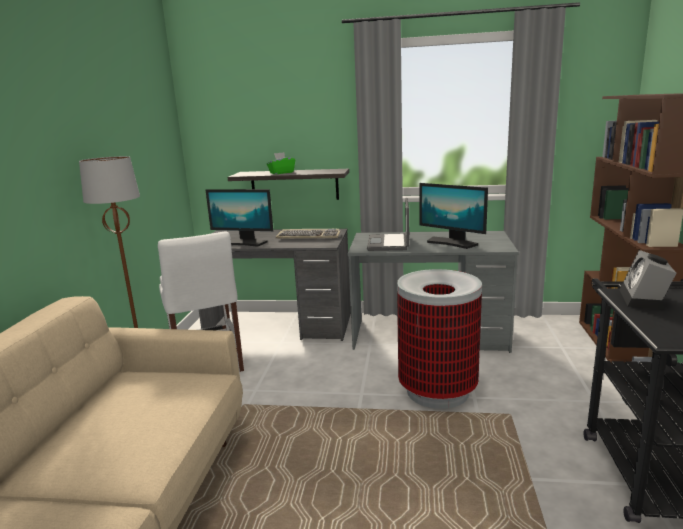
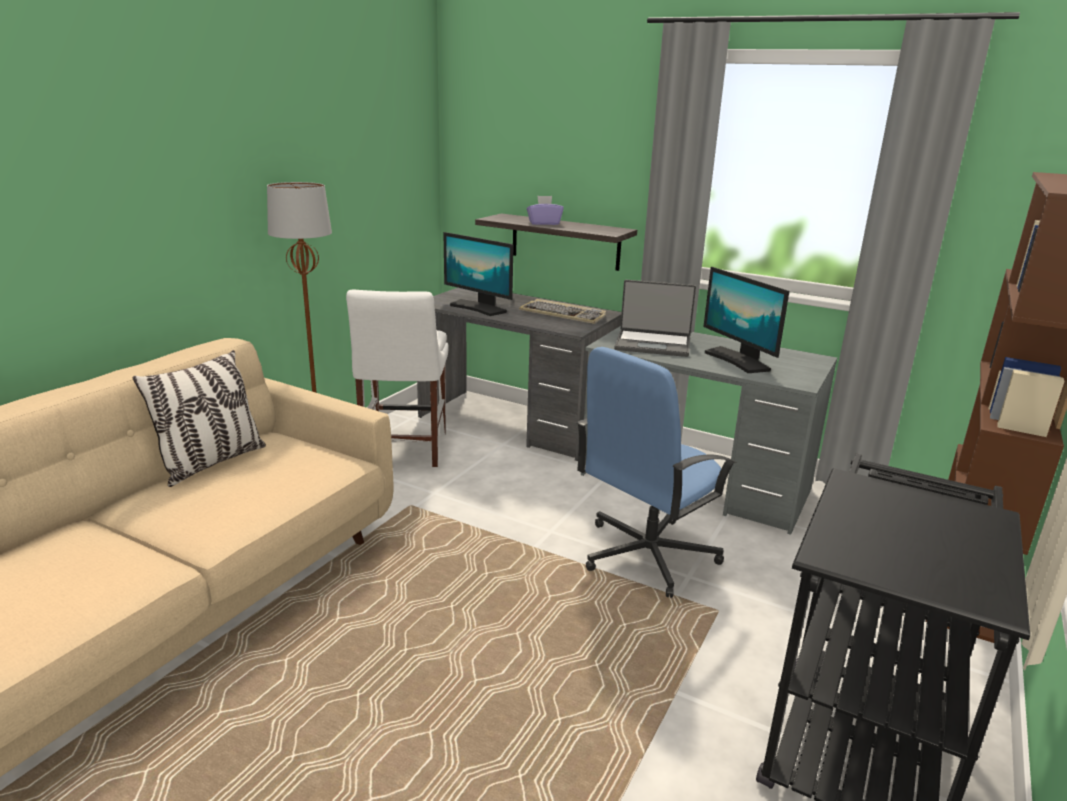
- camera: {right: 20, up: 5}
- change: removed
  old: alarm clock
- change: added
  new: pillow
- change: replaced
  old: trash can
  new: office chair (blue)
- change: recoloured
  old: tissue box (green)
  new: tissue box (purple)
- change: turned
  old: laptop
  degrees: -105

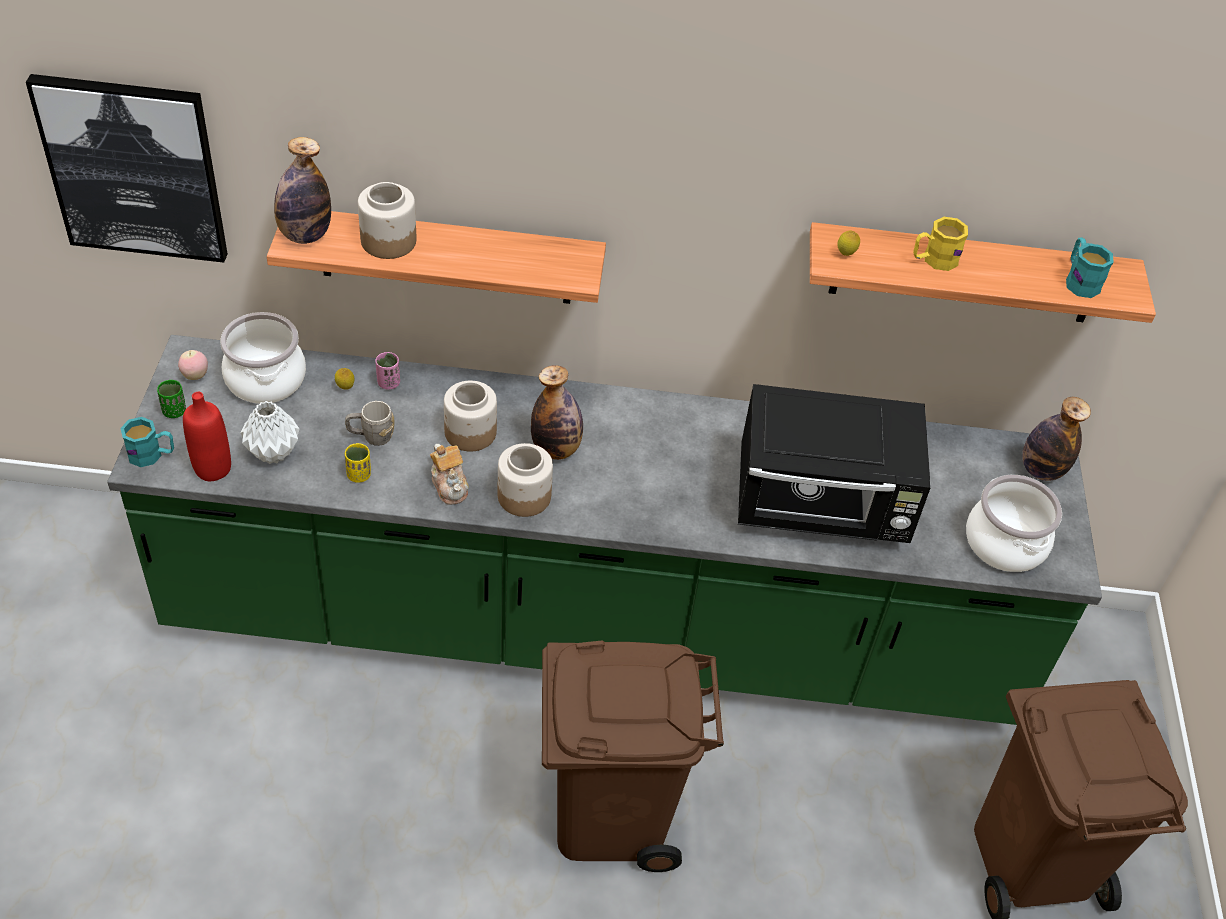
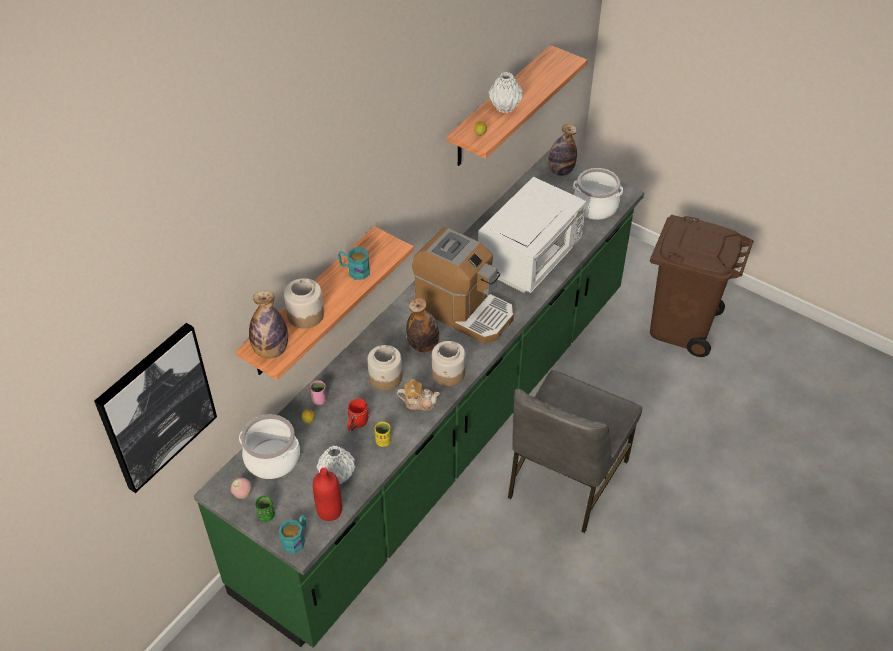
- camera: {right: -55, up: 0}
- change: added
  new: coffee machine
- change: moved
  old: mug (turquoise) (2nd from left)
- change: replaced
  old: trash can (brown) (1st from left)
  new: chair (grey)
- change: replaced
  old: mug (yellow)
  new: vase (white) (2nd from left)
- change: recoloured
  old: mug (grey)
  new: mug (red)
- change: recoloured
  old: microwave (black)
  new: microwave (white)

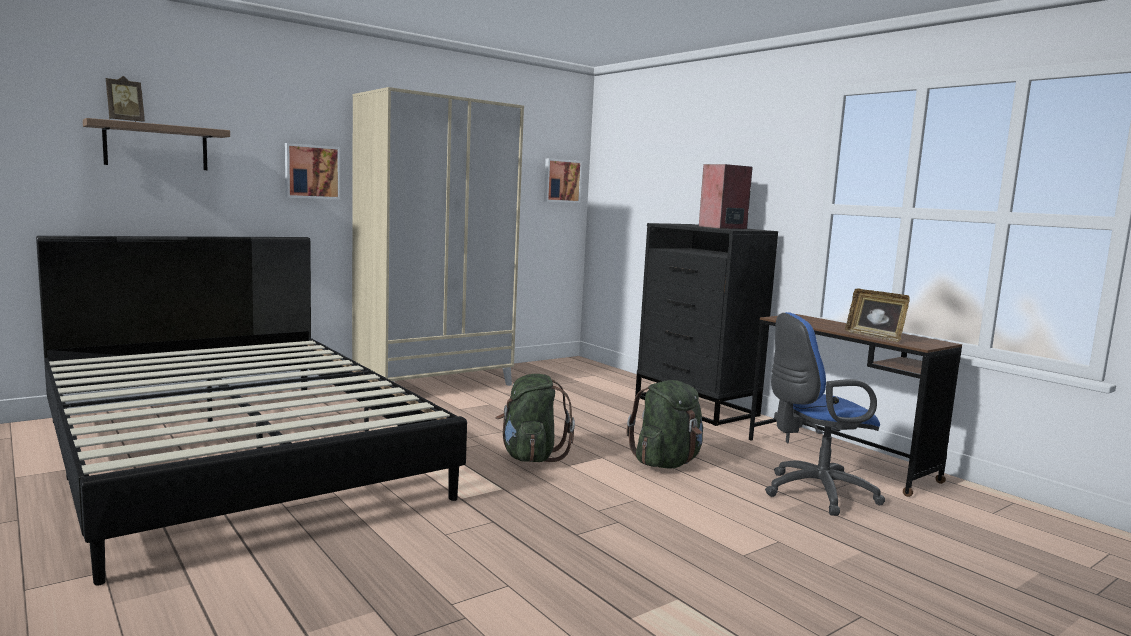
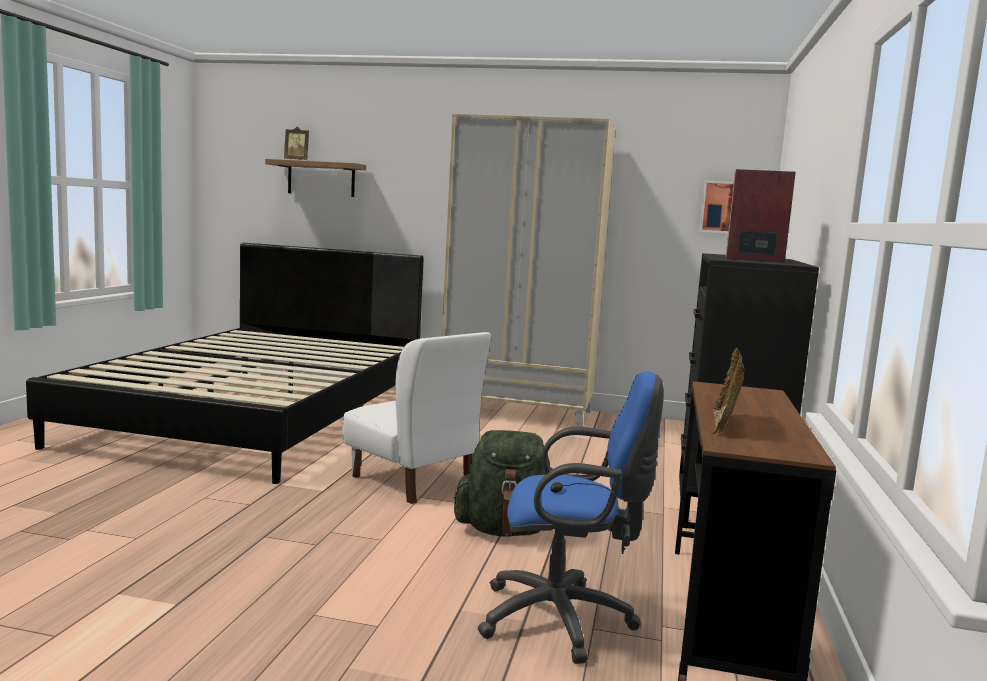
- camera: {right: 50, up: 0}
- change: removed
  old: picture (1st from left)
- change: replaced
  old: backpack (green) (1st from left)
  new: chair (white)
- change: turned
  old: office chair (blue)
  degrees: 150

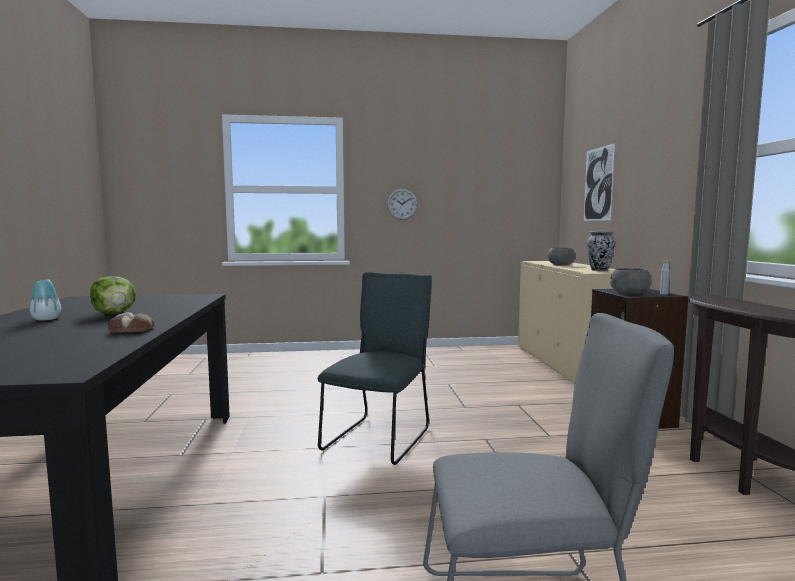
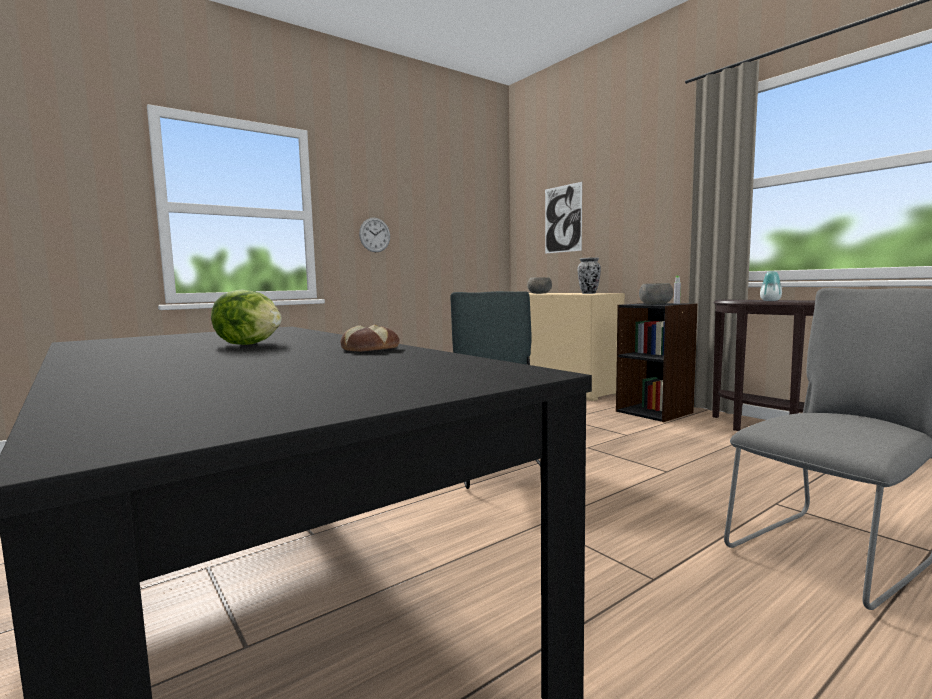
- camera: {right: -30, up: 0}
- change: moved
  old: vase (1st from left in the first image)
  new: vase (2nd from left)

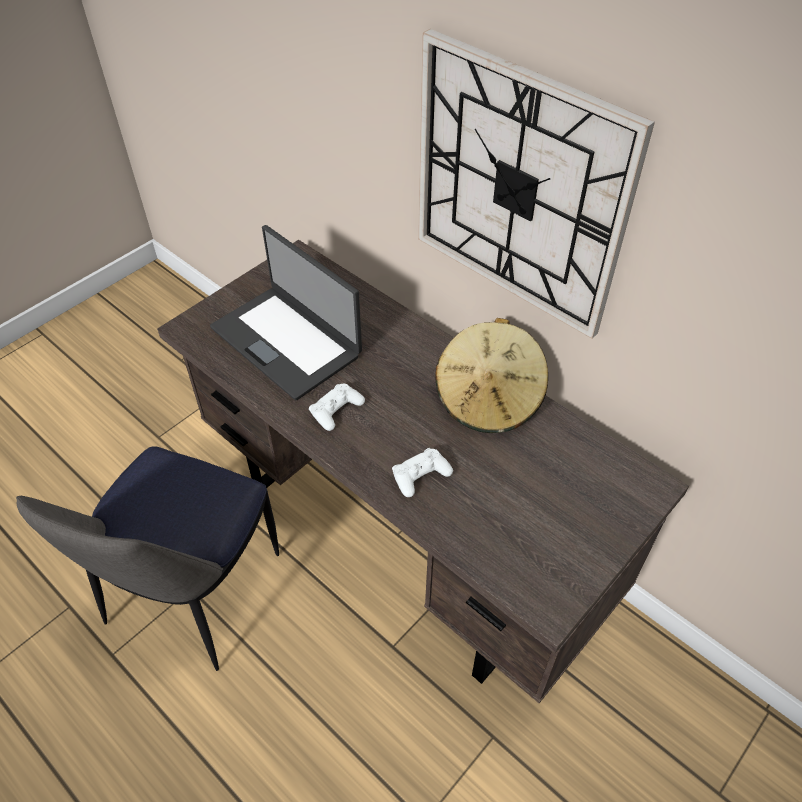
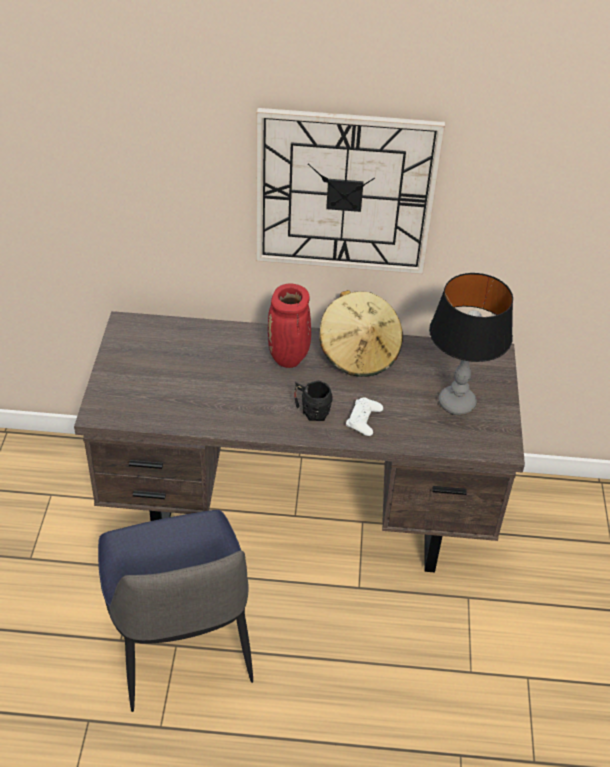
- camera: {right: -40, up: -5}
- change: removed
  old: laptop
- change: removed
  old: game controller (white) (1st from left)
- change: added
  new: vase (red)
- change: added
  new: mug (black)
- change: added
  new: table lamp

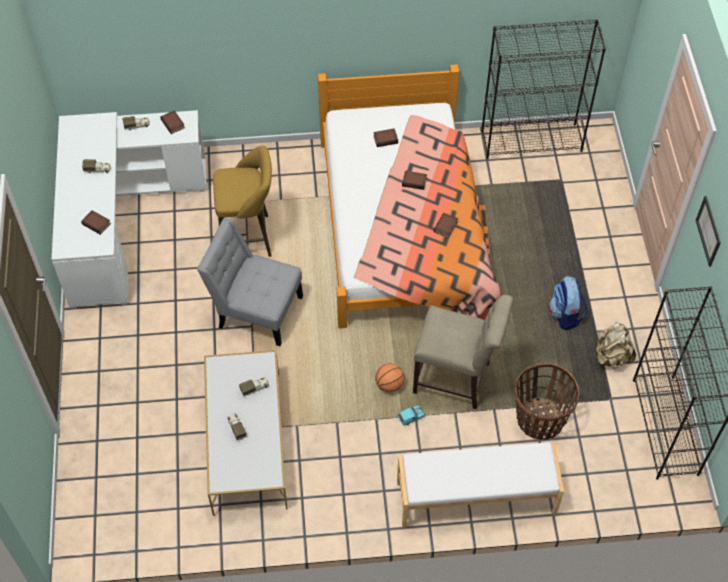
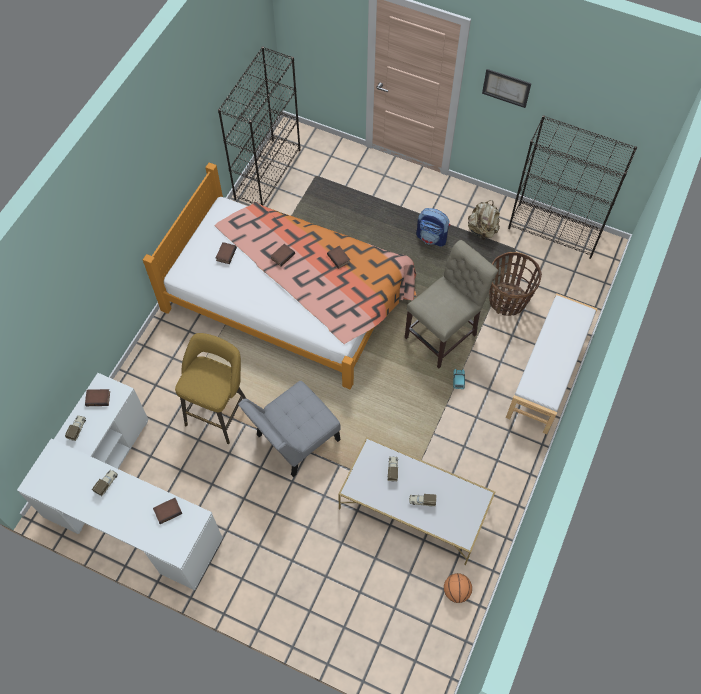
- camera: {right: -60, up: 5}
- change: moved
  old: basketball

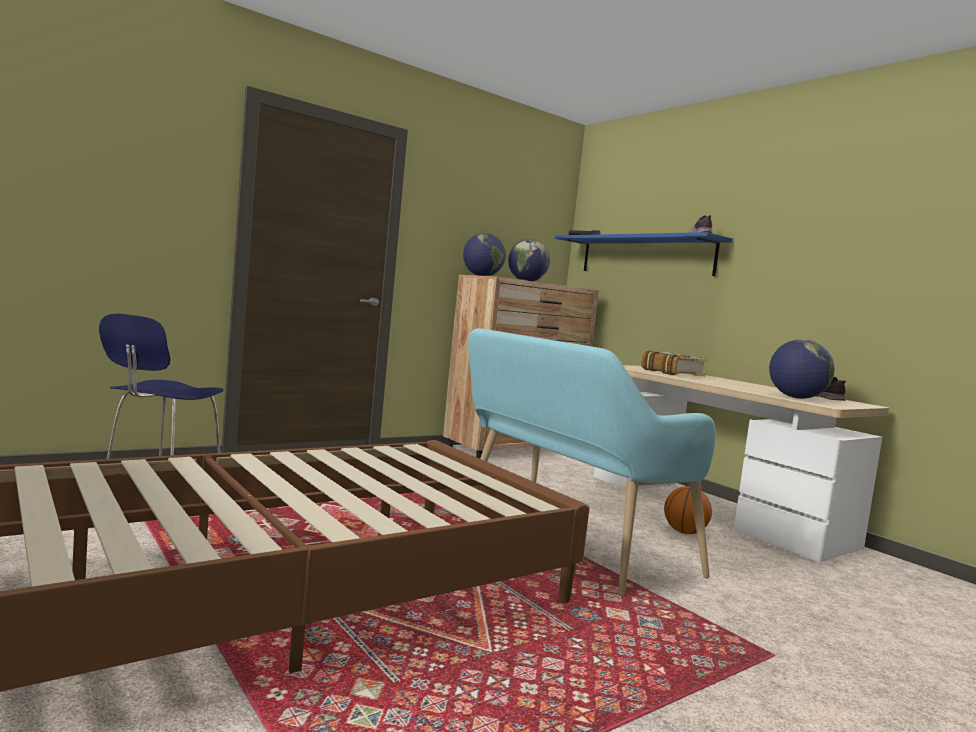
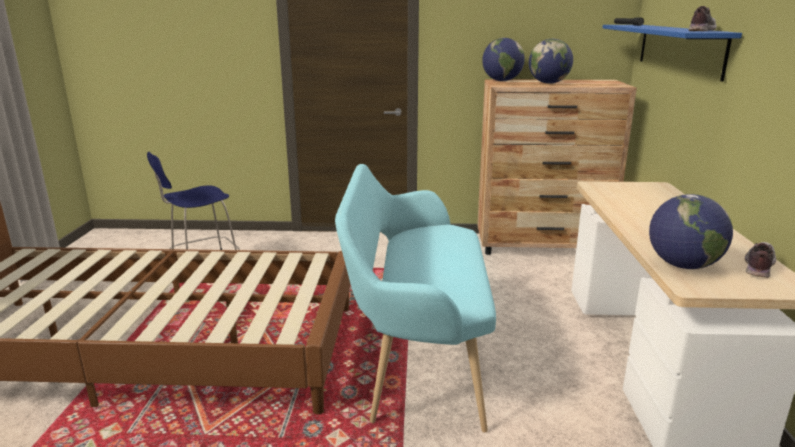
- camera: {right: 40, up: 15}
- change: removed
  old: book
- change: removed
  old: basketball

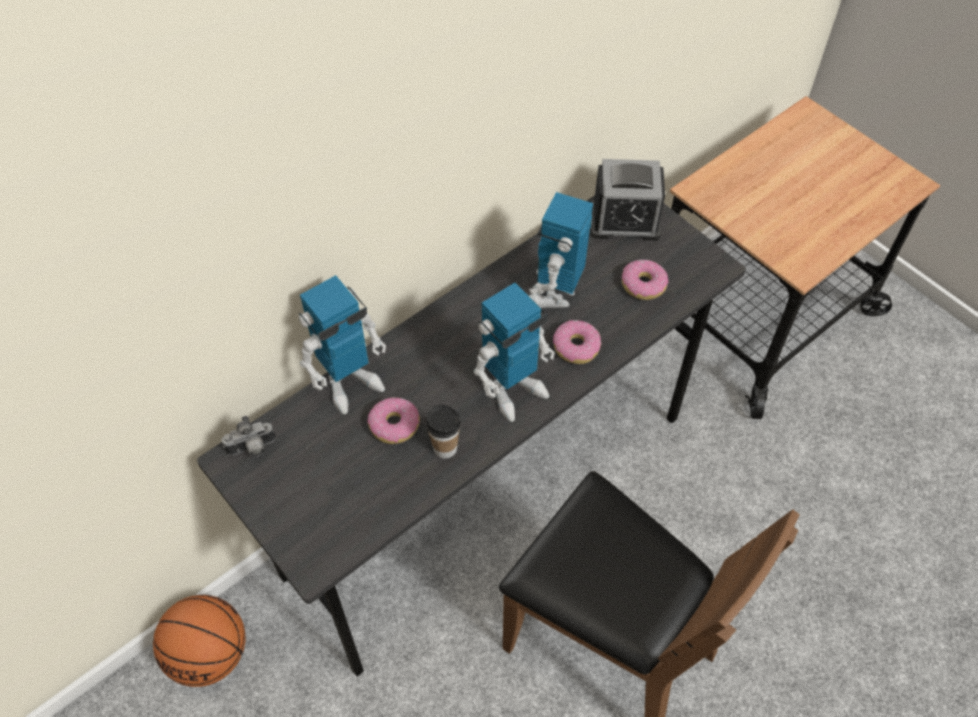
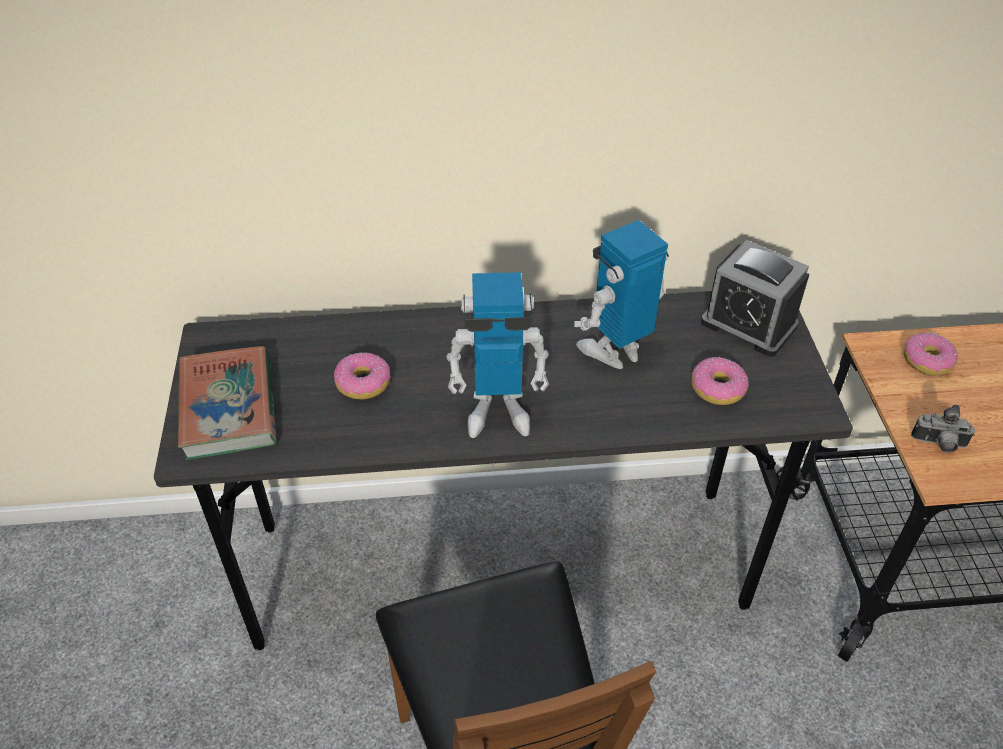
- camera: {right: 35, up: -10}
- change: removed
  old: basketball
- change: removed
  old: toy robot (1st from left)
- change: removed
  old: cup
- change: added
  new: book
- change: moved
  old: photo camera
- change: moved
  old: donut (2nd from left in the first image)
  new: donut (3rd from left)

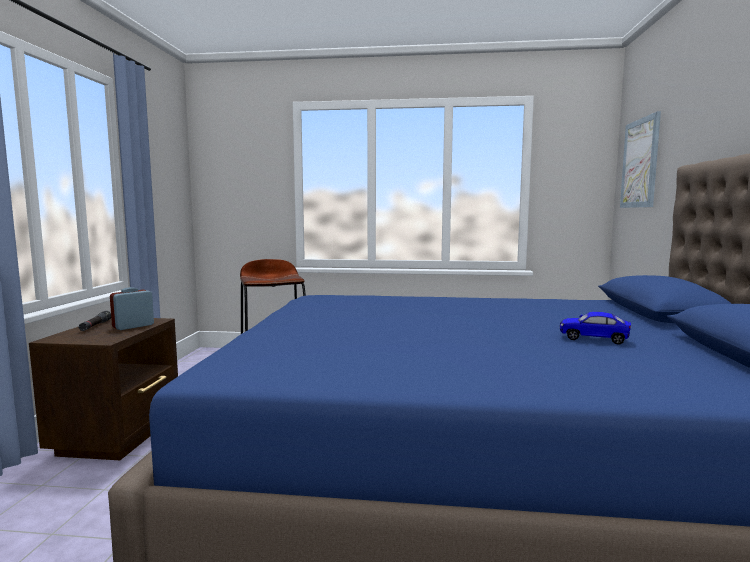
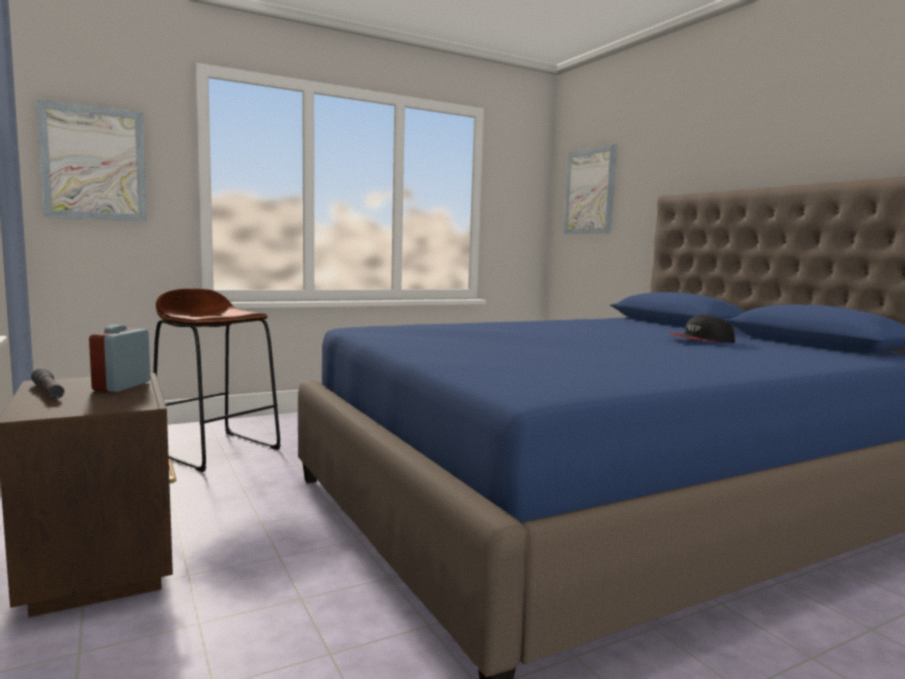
- camera: {right: -35, up: 0}
- change: added
  new: picture (1st from left)
- change: replaced
  old: toy car
  new: cap

